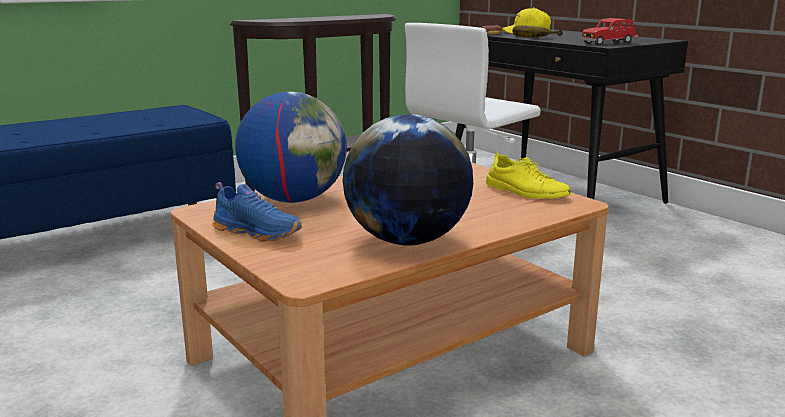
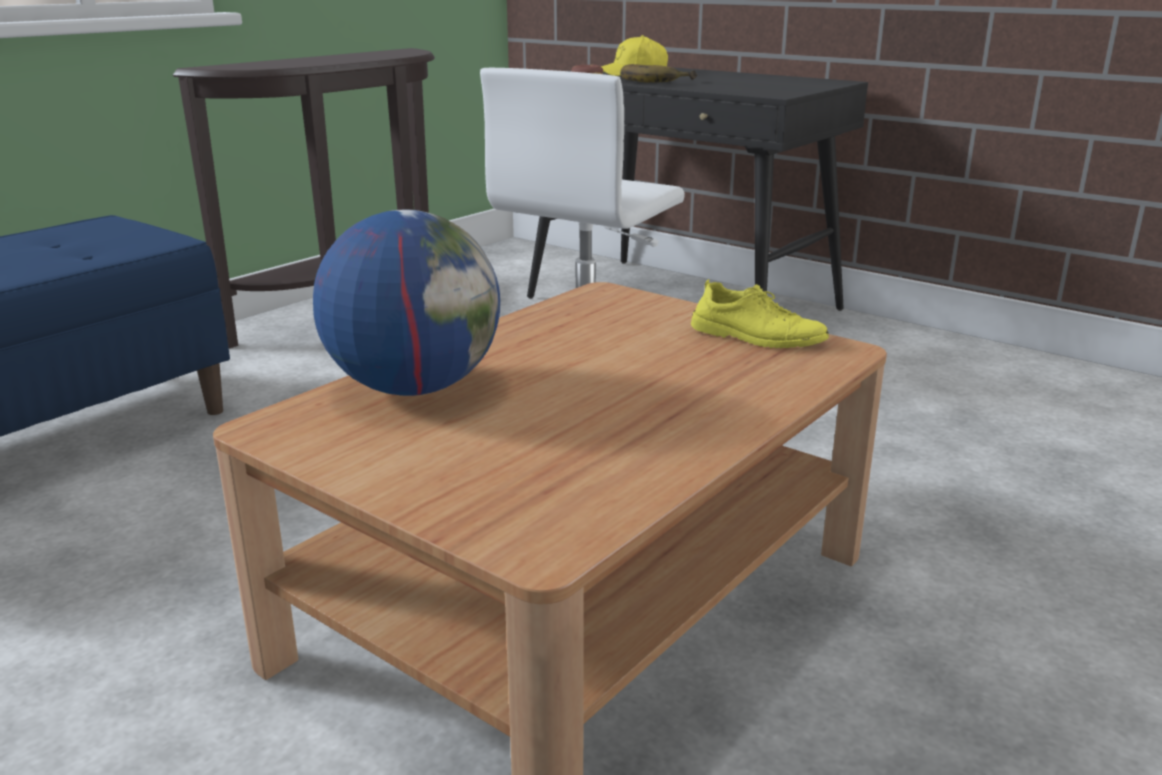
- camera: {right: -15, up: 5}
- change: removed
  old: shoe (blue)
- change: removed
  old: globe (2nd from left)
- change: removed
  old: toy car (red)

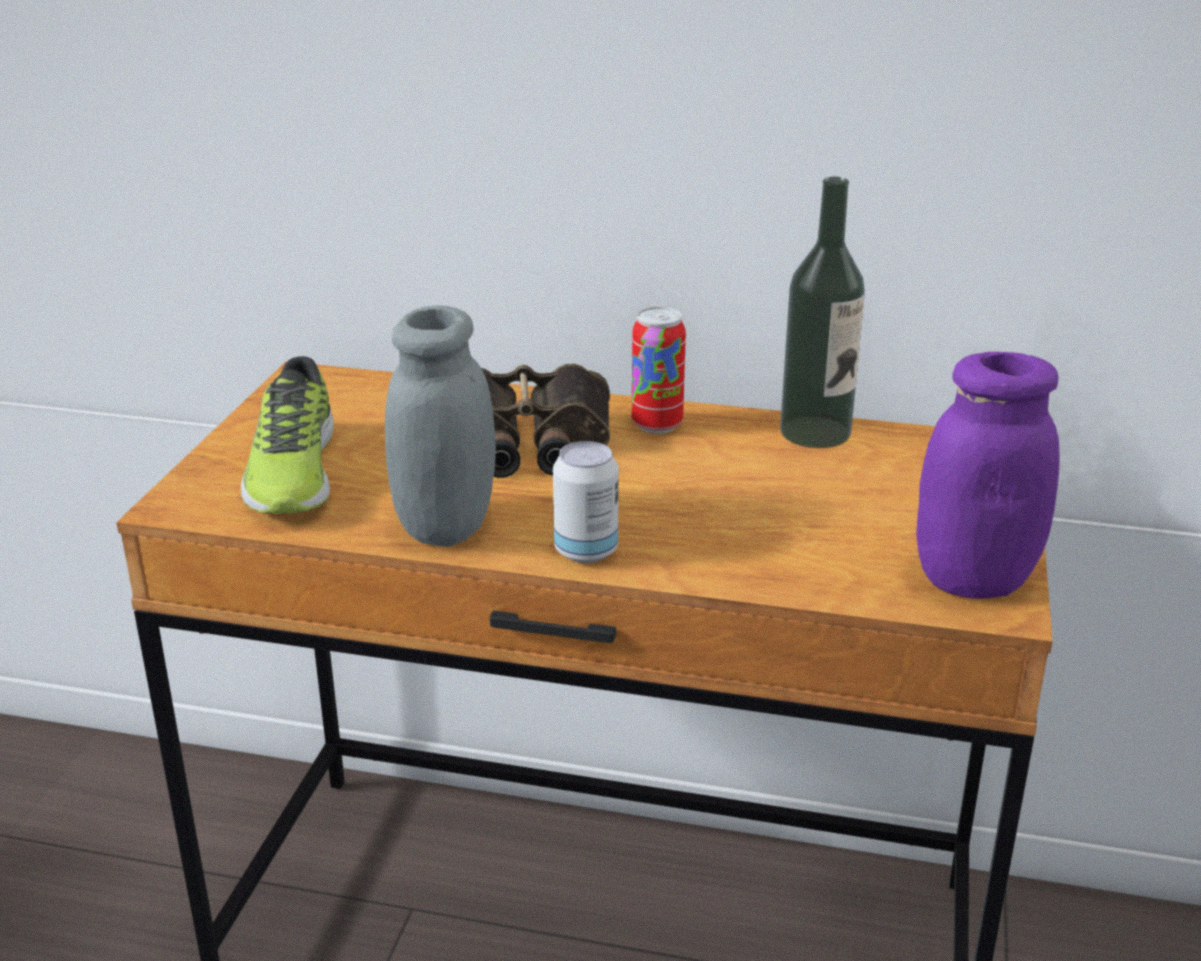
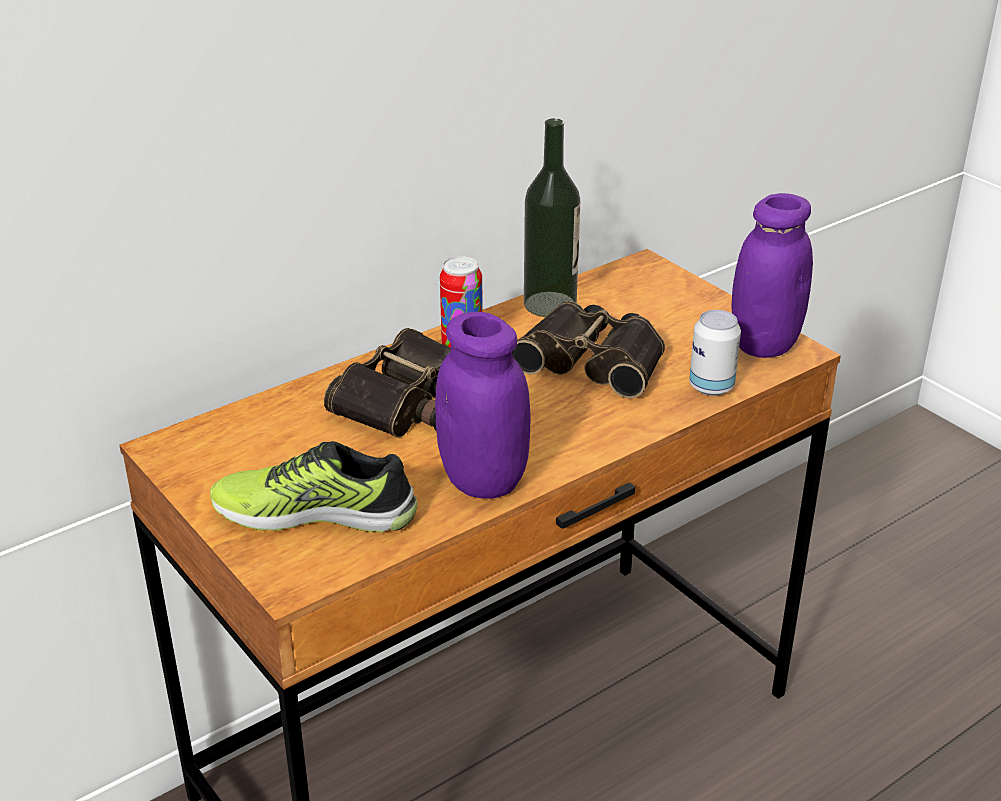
- camera: {right: -50, up: 5}
- change: added
  new: binoculars (2nd from left)
- change: moved
  old: can (1st from left in the first image)
  new: can (2nd from left)
- change: recoloured
  old: jar (grey)
  new: jar (purple) (1st from left)
- change: turned
  old: shoe
  degrees: 150

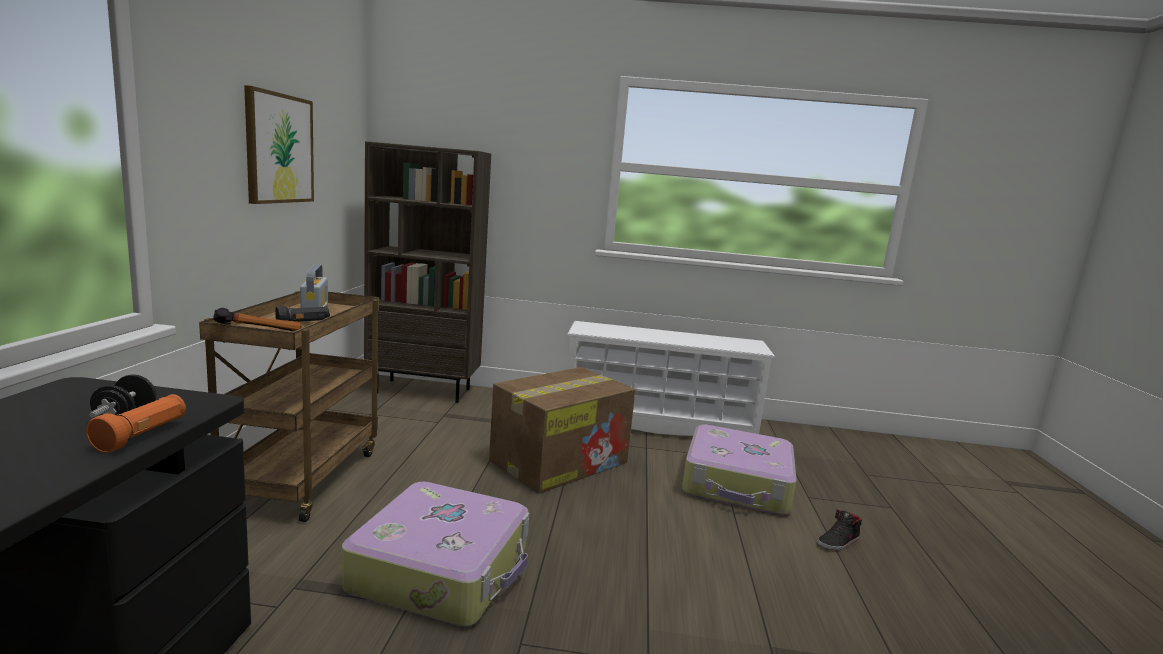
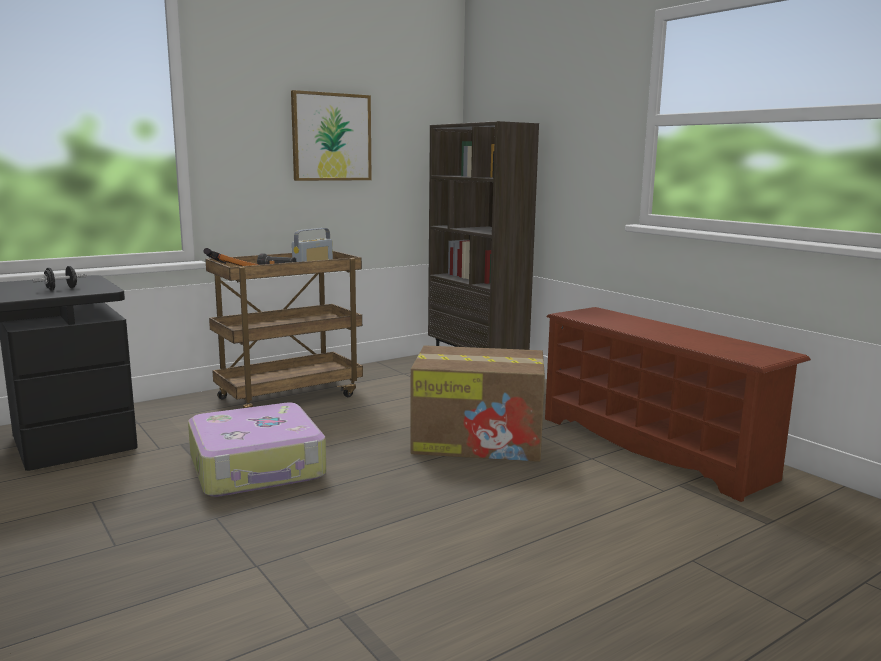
- camera: {right: 50, up: 0}
- change: removed
  old: flashlight (orange)
- change: removed
  old: suitcase (2nd from left)
- change: removed
  old: shoe (black)
- change: recoloured
  old: shoe rack (white)
  new: shoe rack (brown)

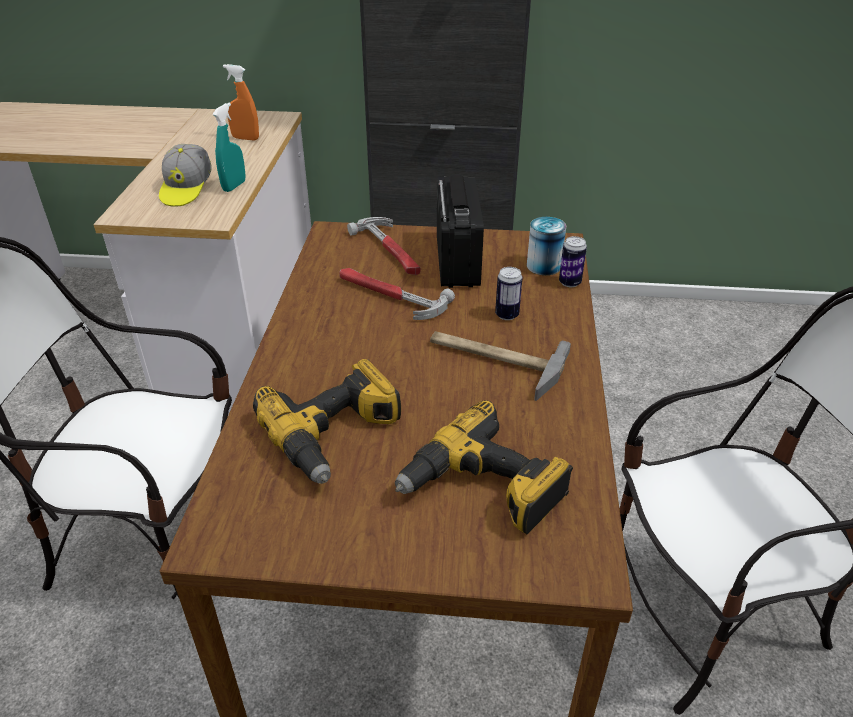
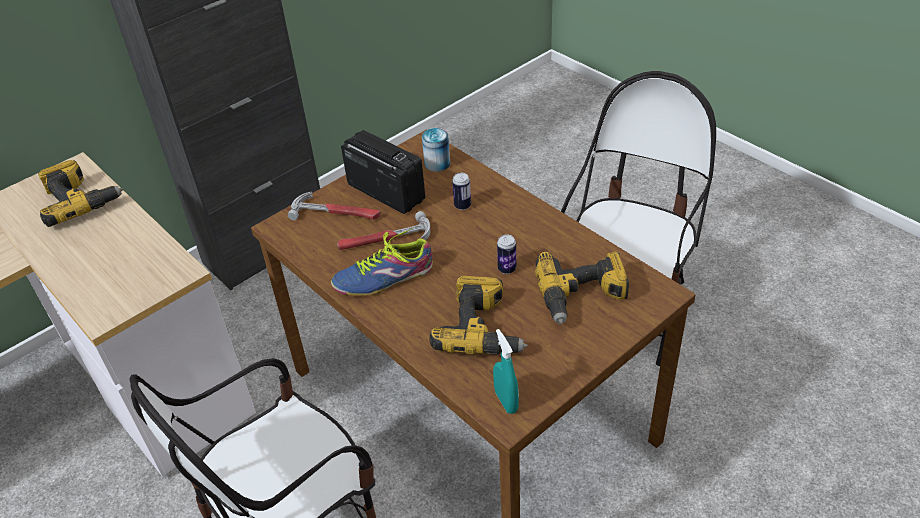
- camera: {right: -45, up: 5}
- change: removed
  old: cap
- change: removed
  old: hammer (3rd from left)
- change: added
  new: shoe
- change: moved
  old: spray bottle (turquoise)
- change: moved
  old: can (3rd from left)
- change: replaced
  old: spray bottle (orange)
  new: power drill (1st from left)

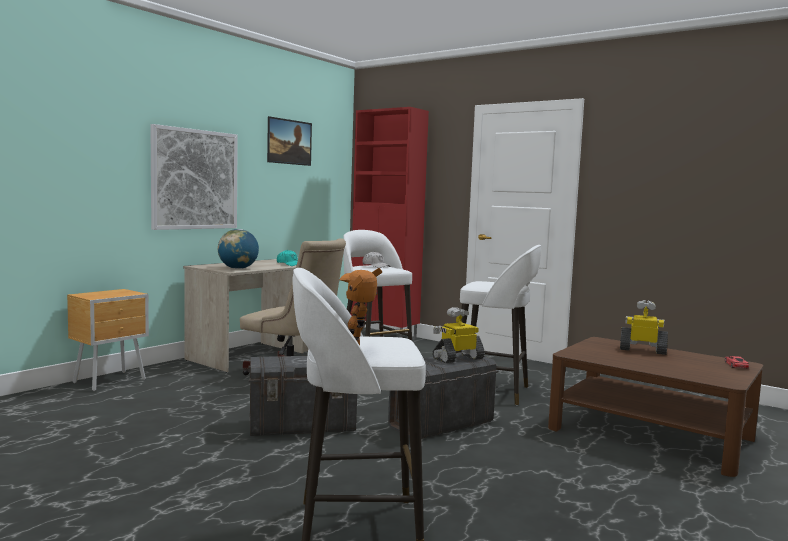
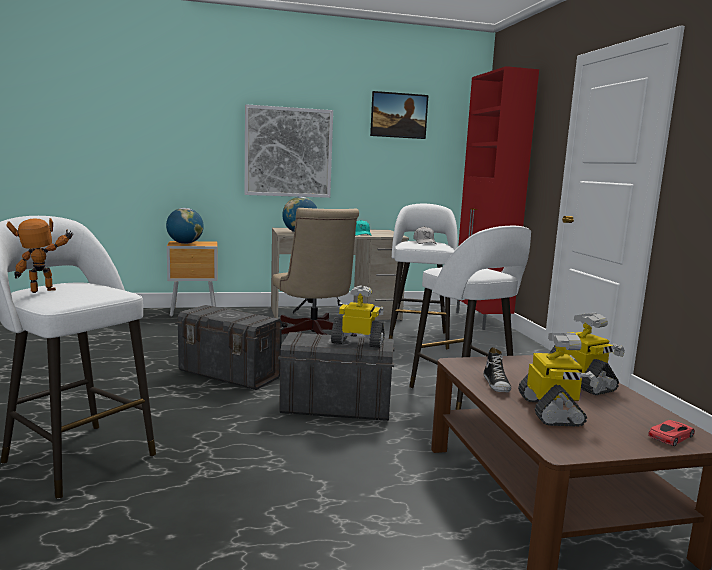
- camera: {right: 40, up: 5}
- change: added
  new: globe (1st from left)
- change: added
  new: shoe
- change: added
  new: toy robot (3rd from left)

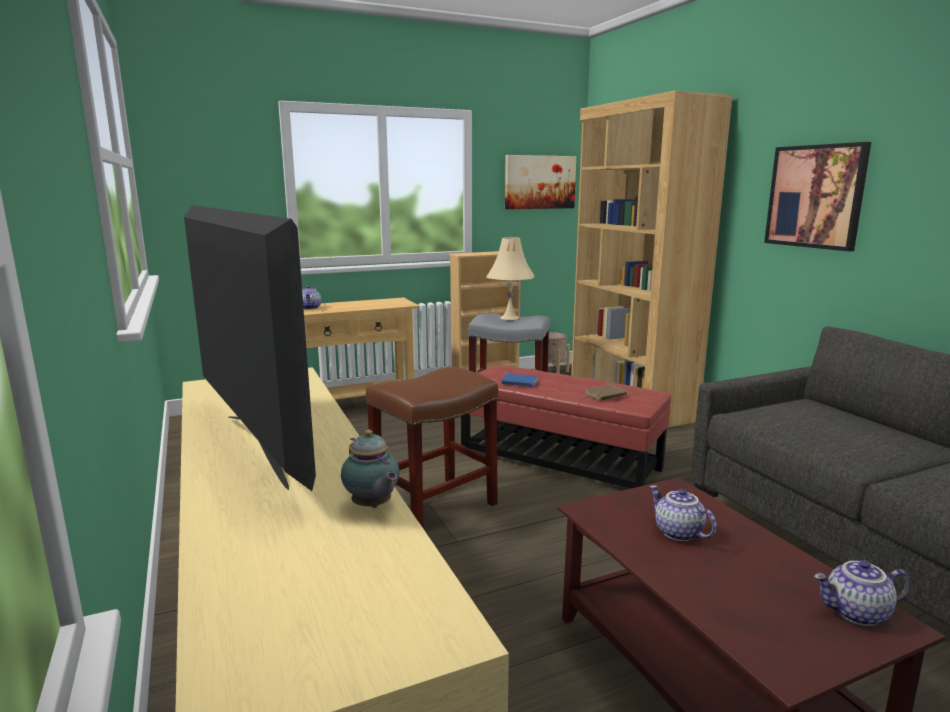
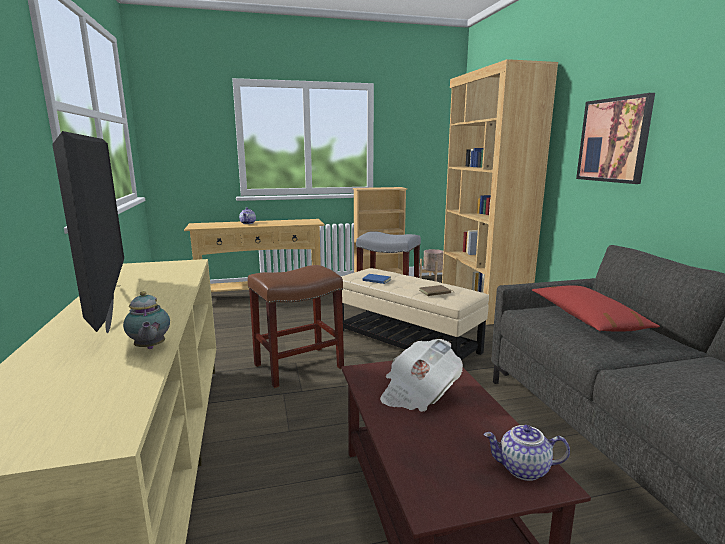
- camera: {right: 10, up: 0}
- change: removed
  old: table lamp (beige)
- change: removed
  old: picture (1st from left)
- change: added
  new: pillow (red)
- change: replaced
  old: teapot (3rd from left)
  new: newspaper
- change: recoloured
  old: ottoman (red)
  new: ottoman (beige)

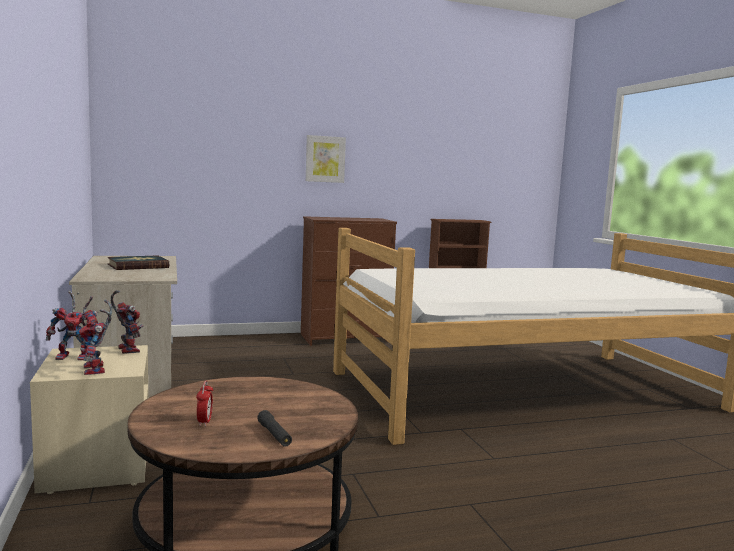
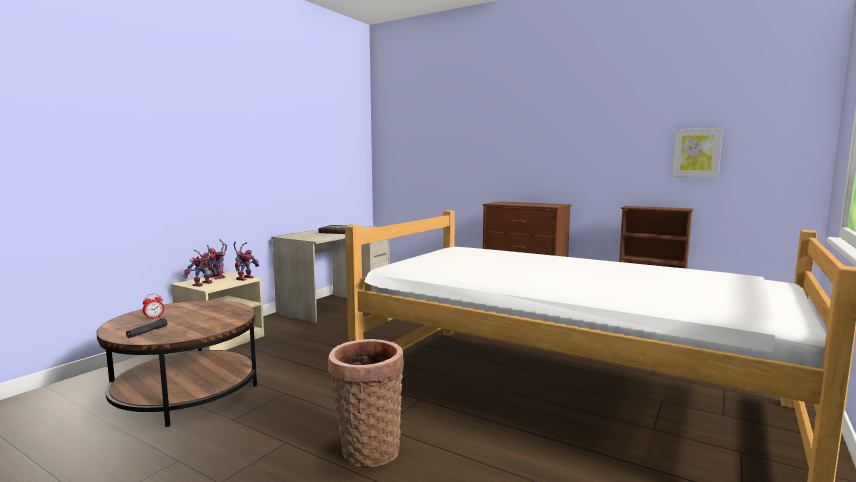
- camera: {right: 50, up: 0}
- change: added
  new: basket
- change: moved
  old: picture

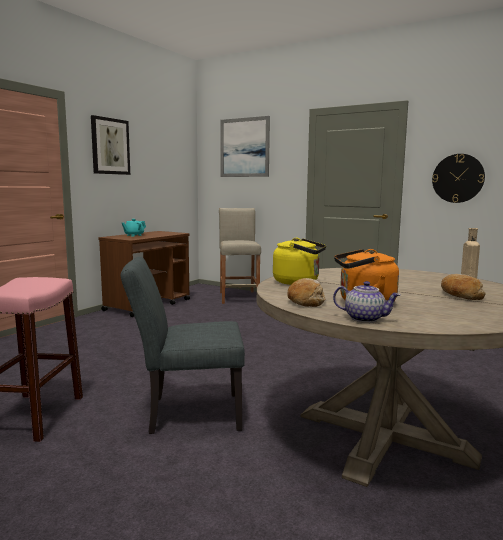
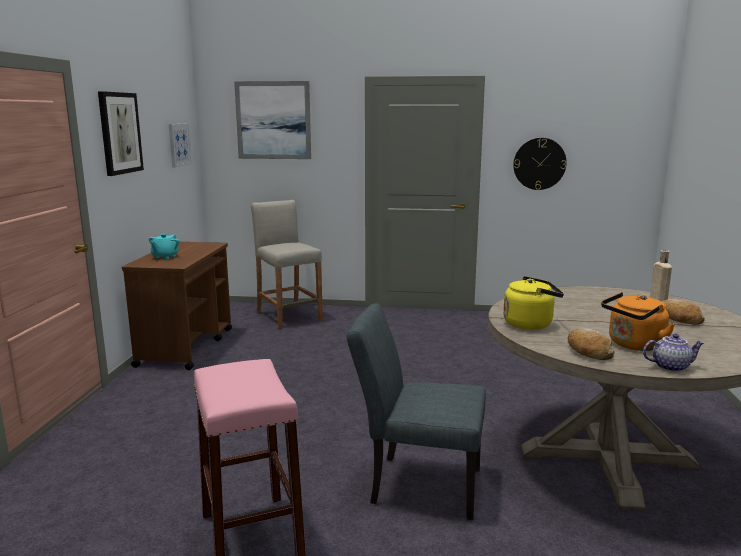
- camera: {right: -25, up: 5}
- change: added
  new: picture (2nd from left)
- change: turned
  old: chair (grey)
  degrees: 45

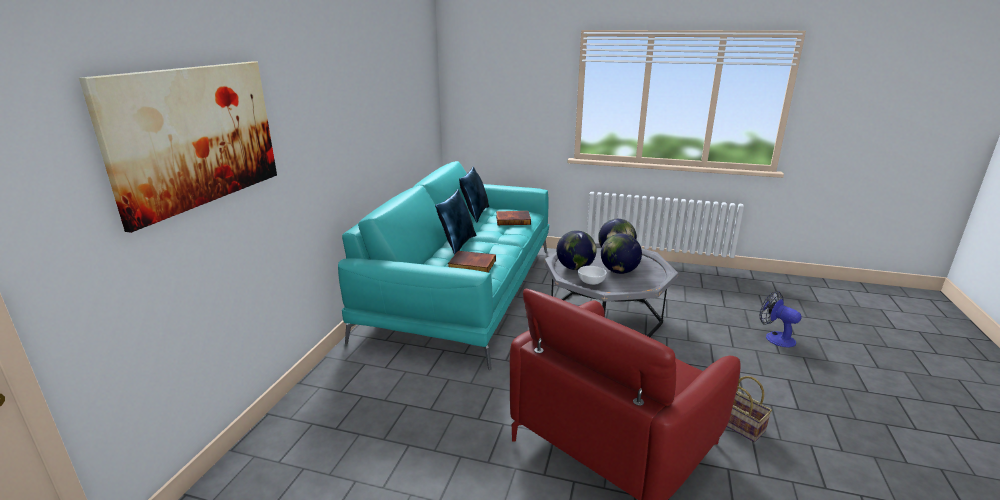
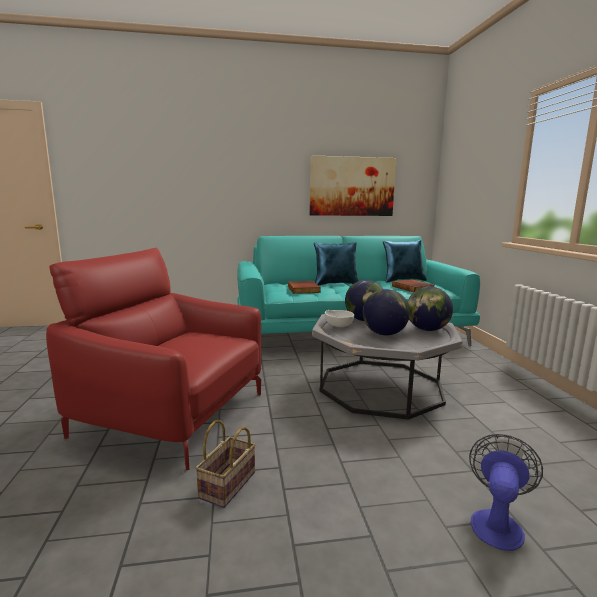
- camera: {right: 65, up: -10}
- change: moved
  old: picture

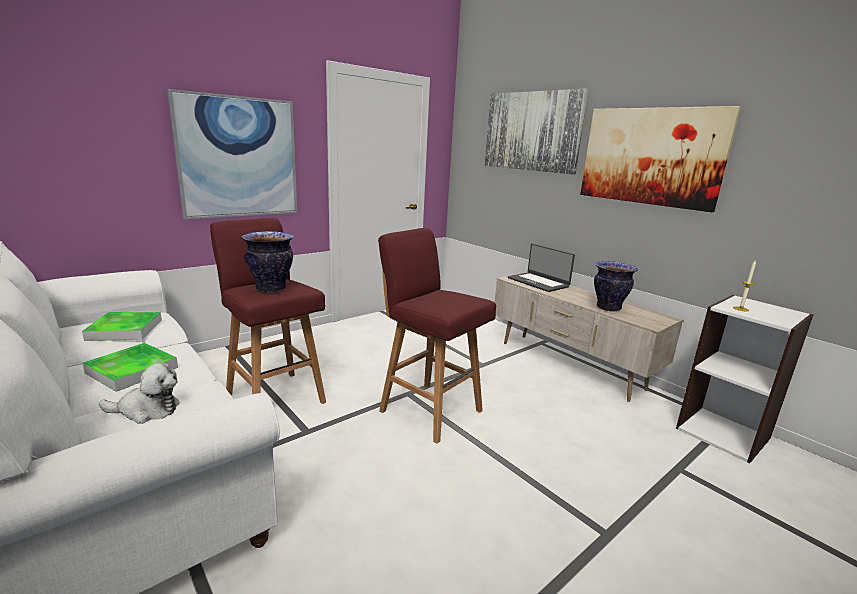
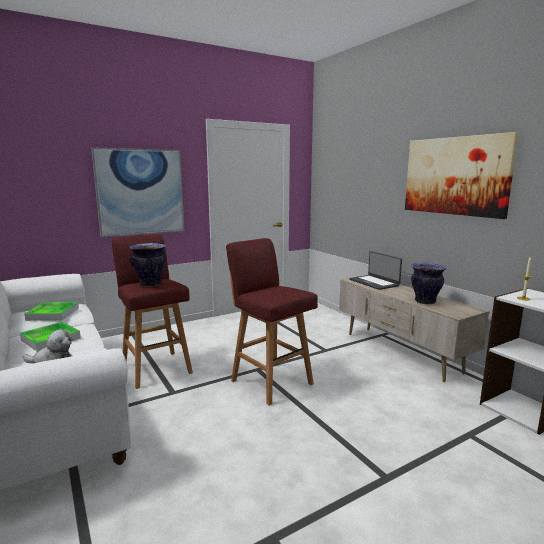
- camera: {right: 10, up: -5}
- change: removed
  old: picture (2nd from left)

